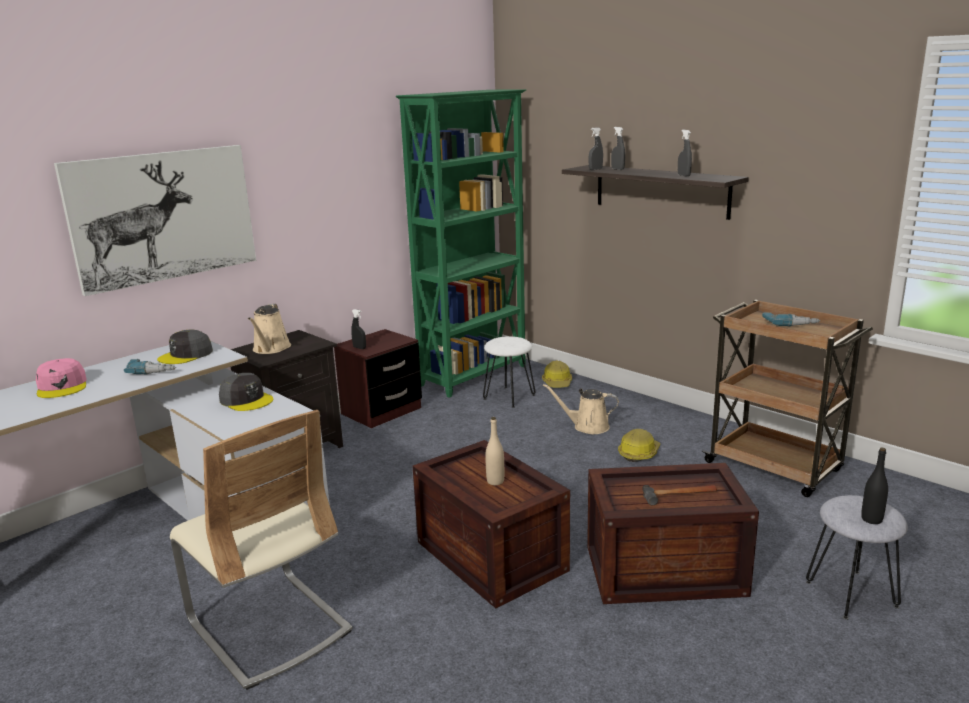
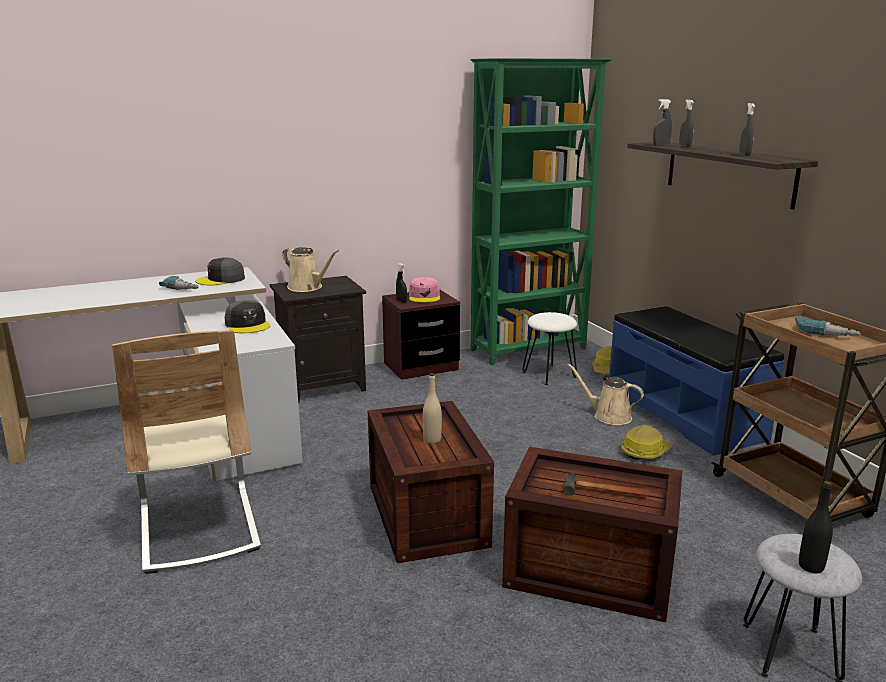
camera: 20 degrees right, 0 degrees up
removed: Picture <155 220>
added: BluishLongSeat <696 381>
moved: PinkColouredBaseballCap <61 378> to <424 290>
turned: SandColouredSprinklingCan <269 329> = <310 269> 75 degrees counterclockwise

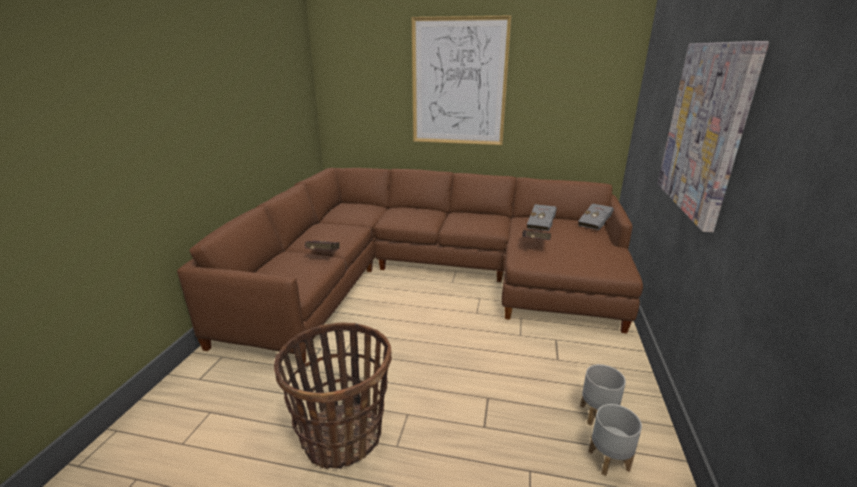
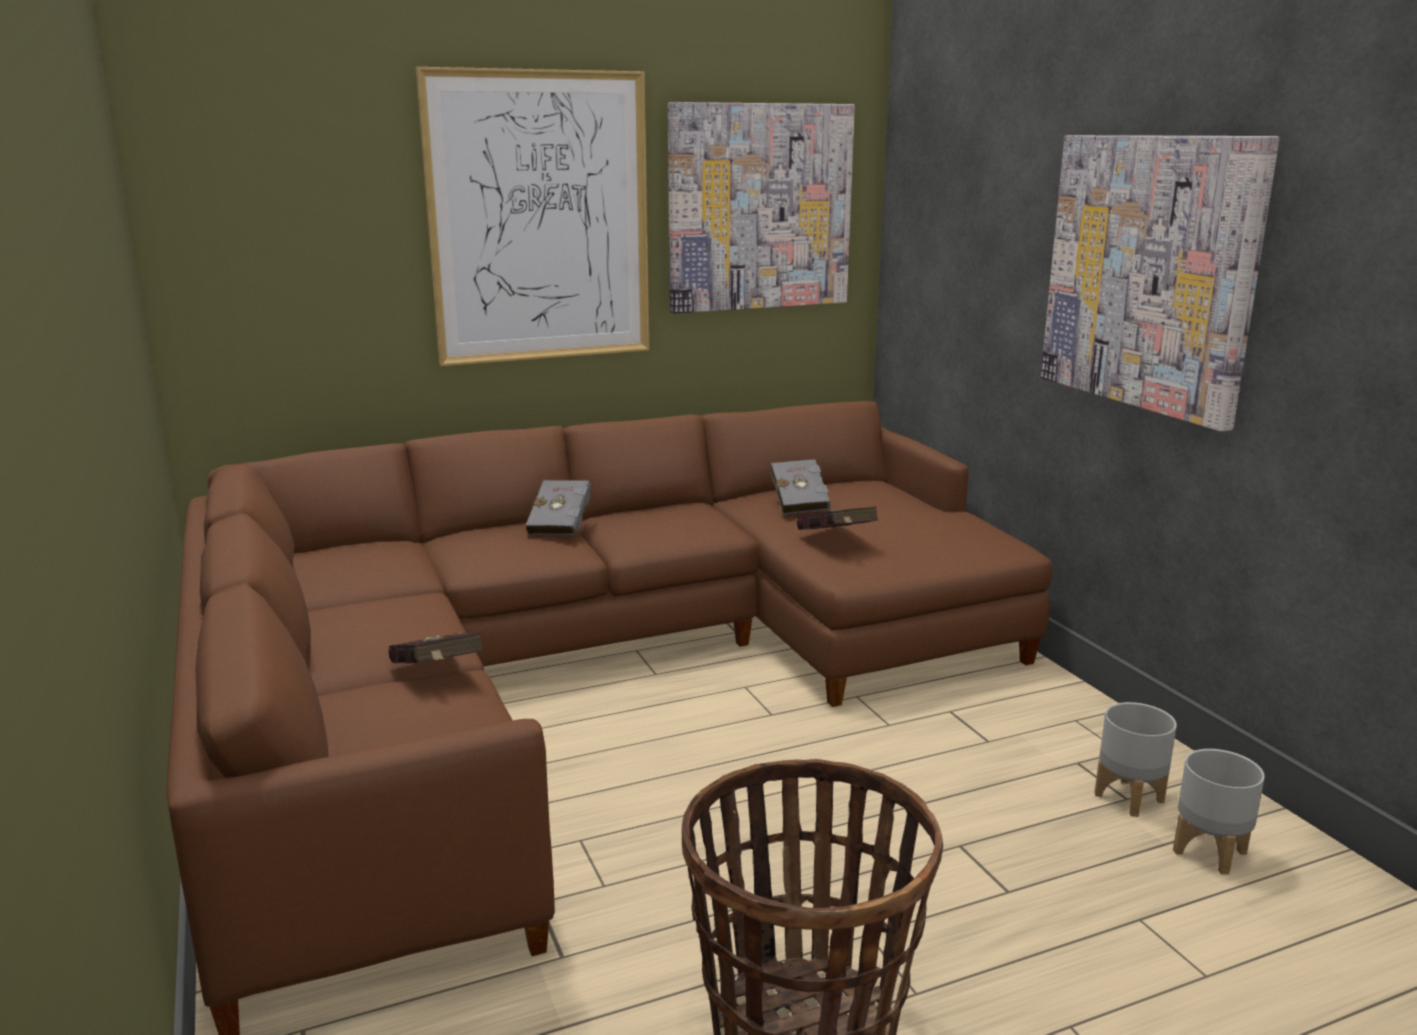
camera: 35 degrees left, 5 degrees down
added: Picture <761 207>
moved: GreyishBook <596 216> to <558 507>

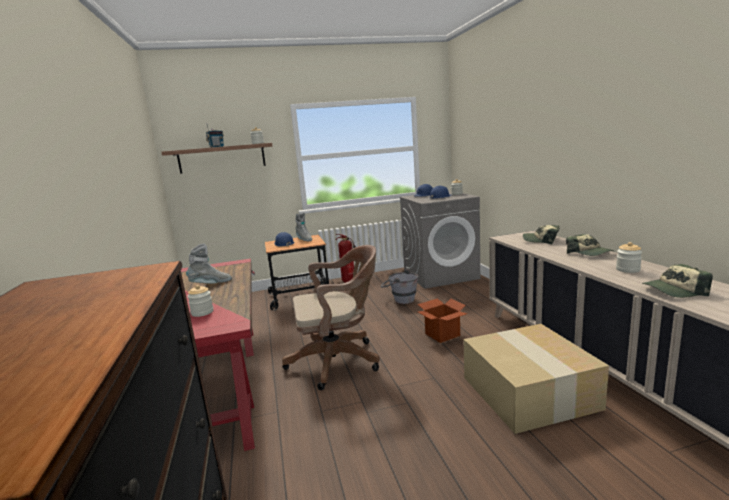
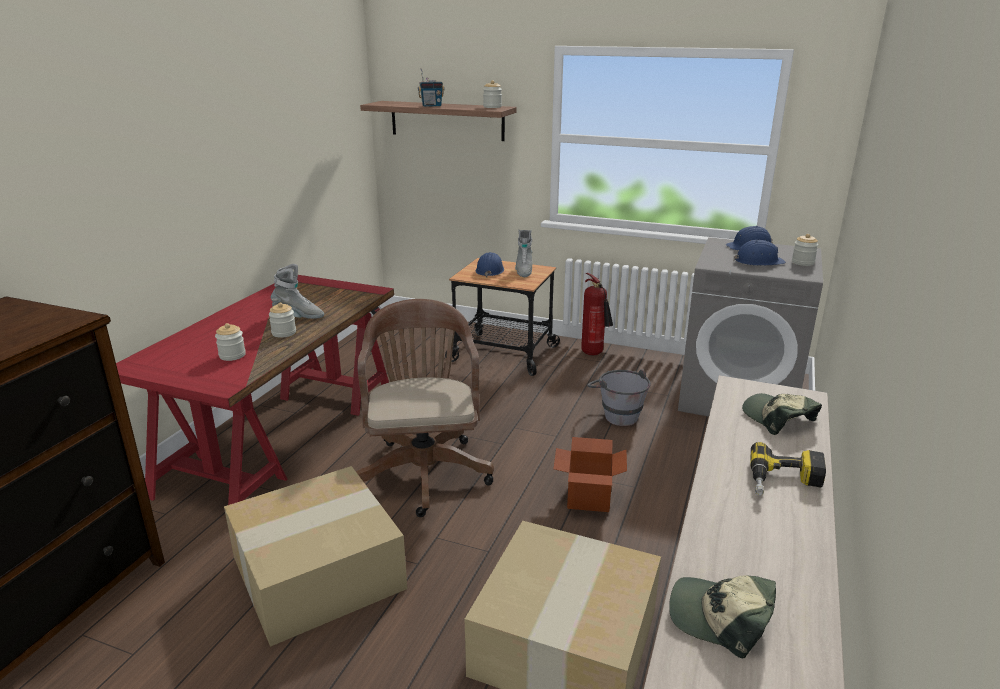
camera: 35 degrees right, 10 degrees up
added: Carton <315 556>
moved: Jar <629 257> to <282 320>
replaced: BaseballCap <590 245> to PowerDrill <788 469>
turned: BrownColouredComputerChair <331 317> = <425 408> 120 degrees counterclockwise

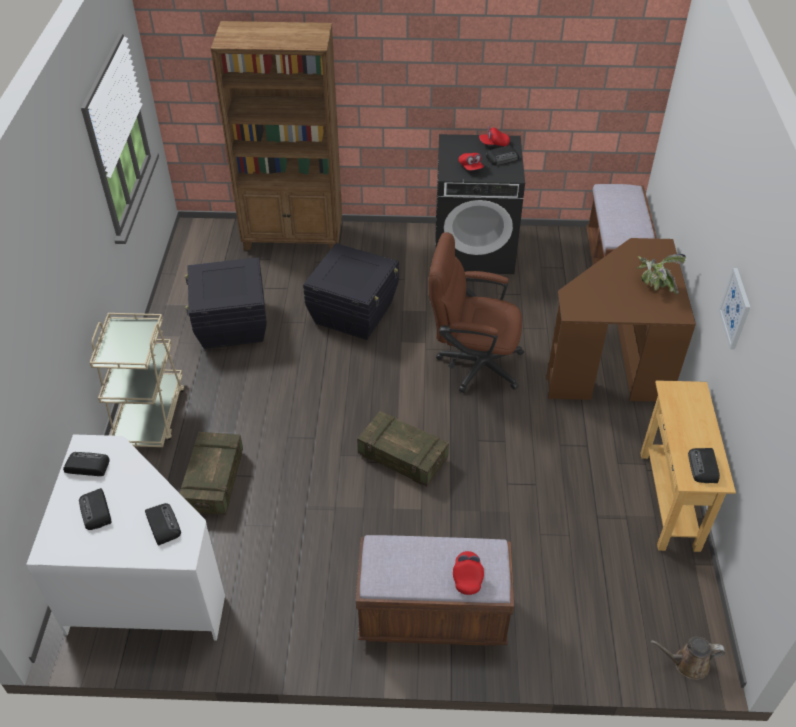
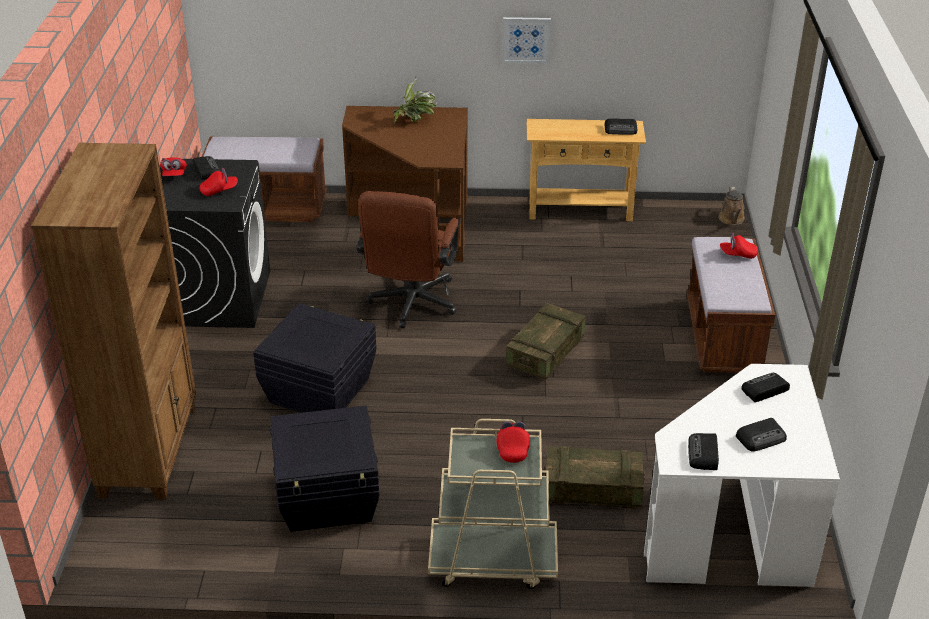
camera: 90 degrees left, 10 degrees down
added: RedColouredBaseballCap <513 442>

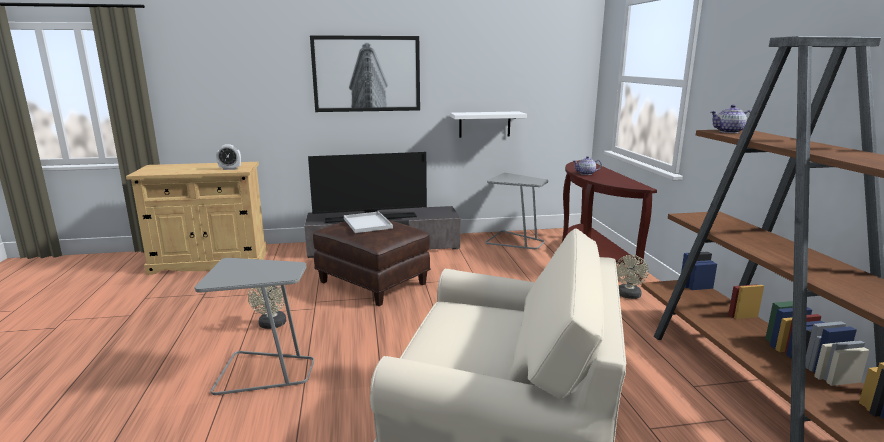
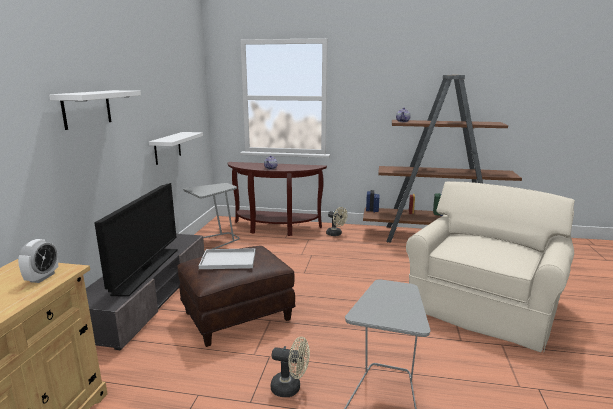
camera: 70 degrees left, 0 degrees up
replaced: Picture <365 73> to WhitishBracketShelf <95 110>

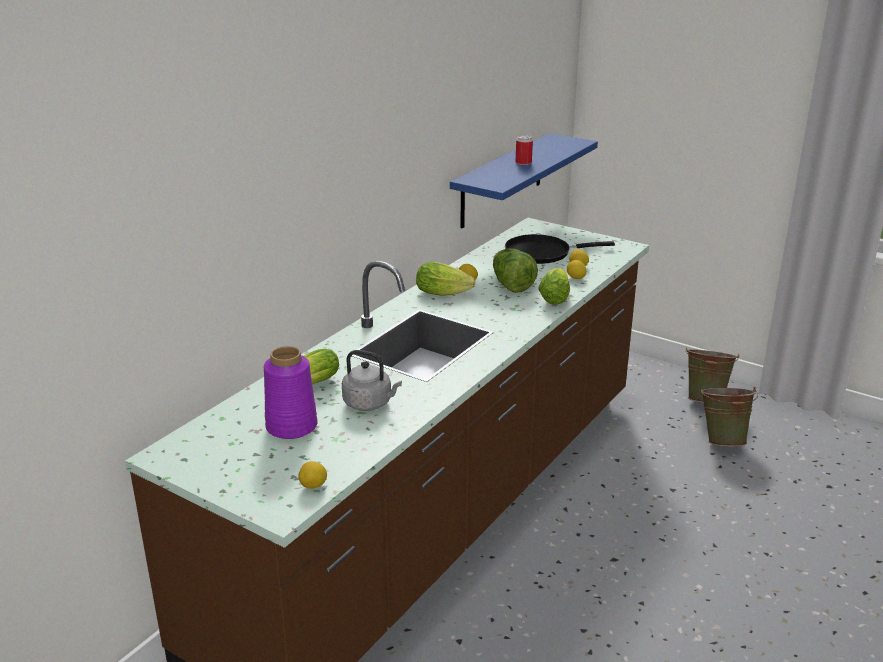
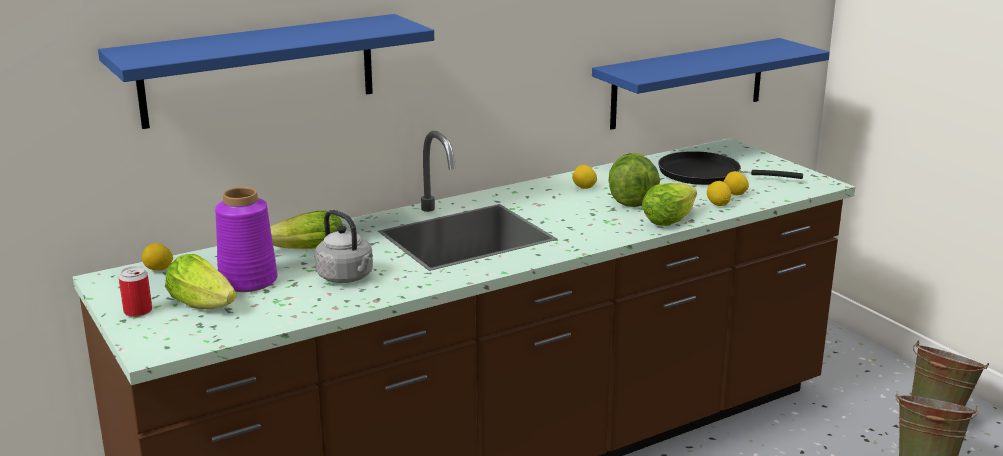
camera: 25 degrees right, 5 degrees down
added: BluishBracketShelf <266 71>
moved: CitrusFruit <312 475> to <157 257>; LettuceHead <446 279> to <200 281>; MetalCan <524 150> to <135 291>

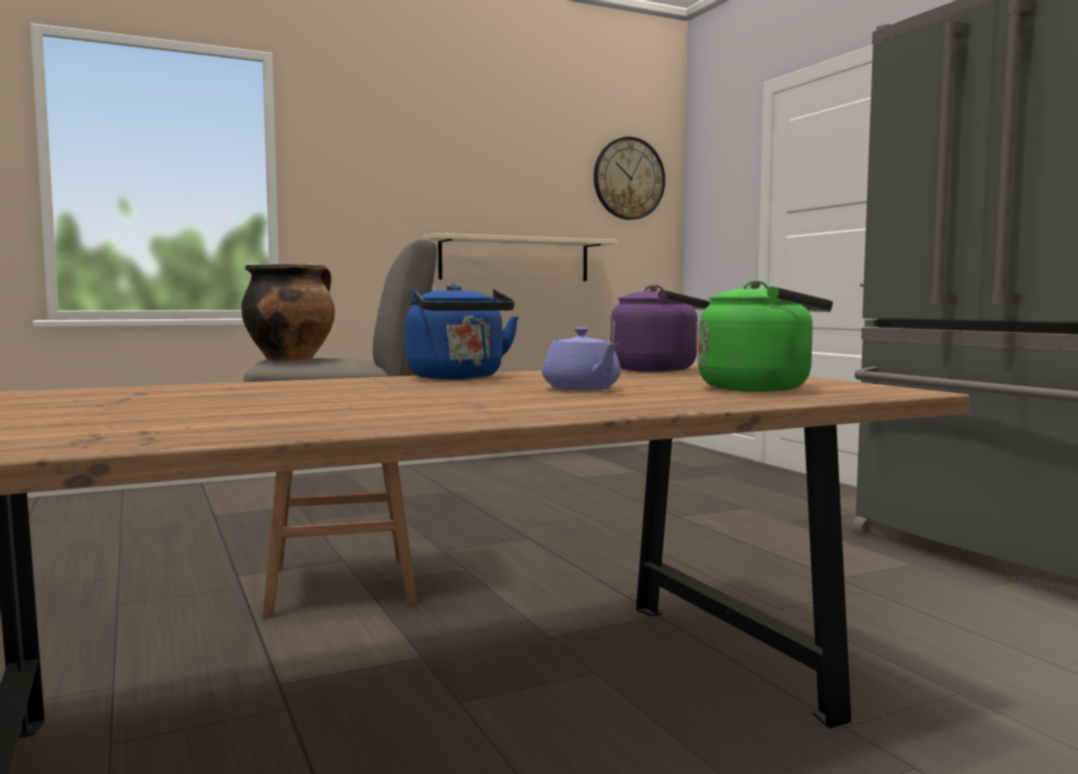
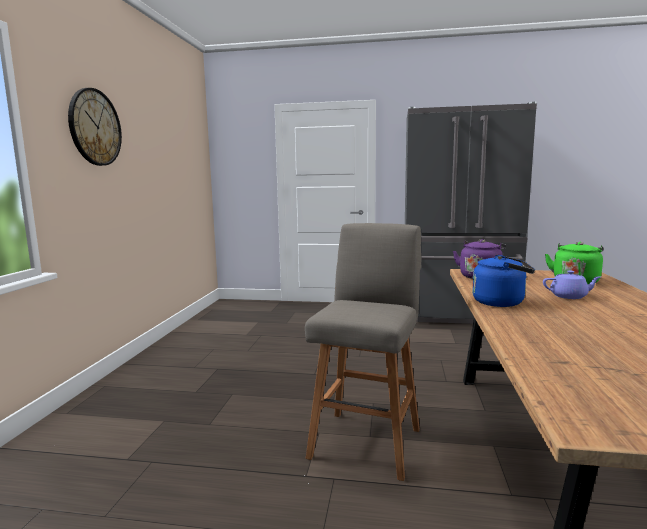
camera: 55 degrees left, 5 degrees up
removed: Saucepot <288 312>; SandColouredBracketShelf <520 257>
moved: ClockOnTheWall <629 178> to <95 127>

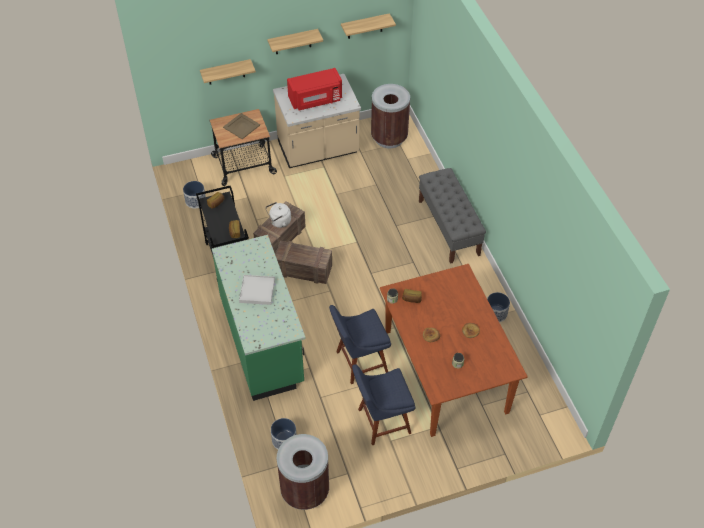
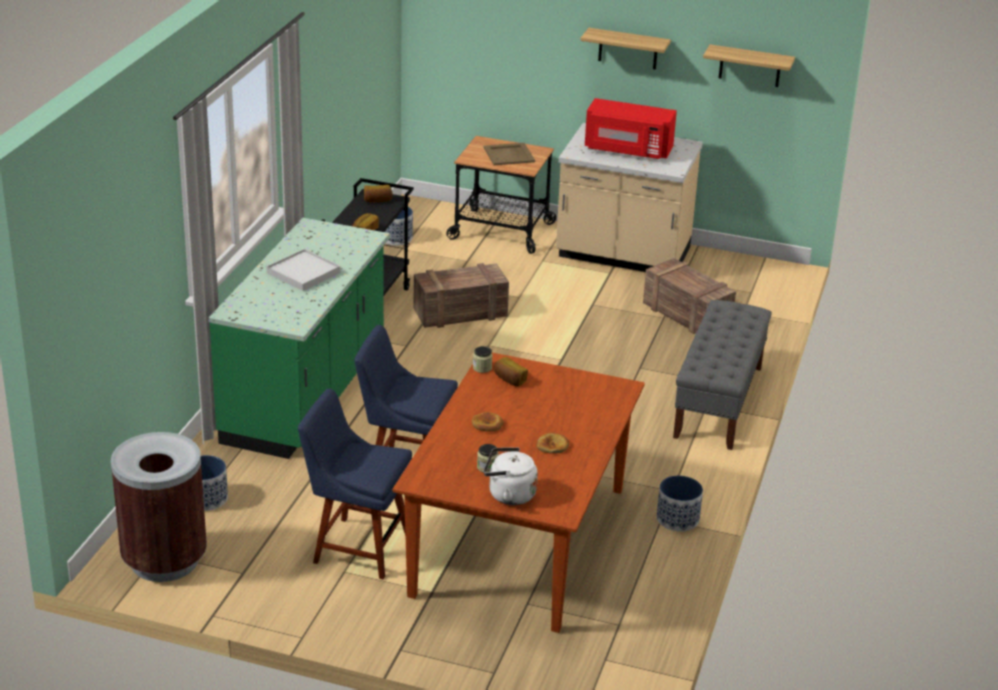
camera: 35 degrees right, 20 degrees down
removed: BracketShelf <228 71>; BrownColouredTrashCan <390 116>
moved: WhitishTeaKettle <278 215> to <511 476>; ShippingCrate <303 262> to <689 296>

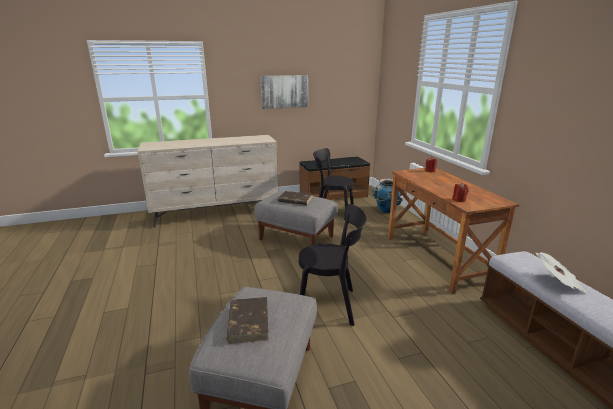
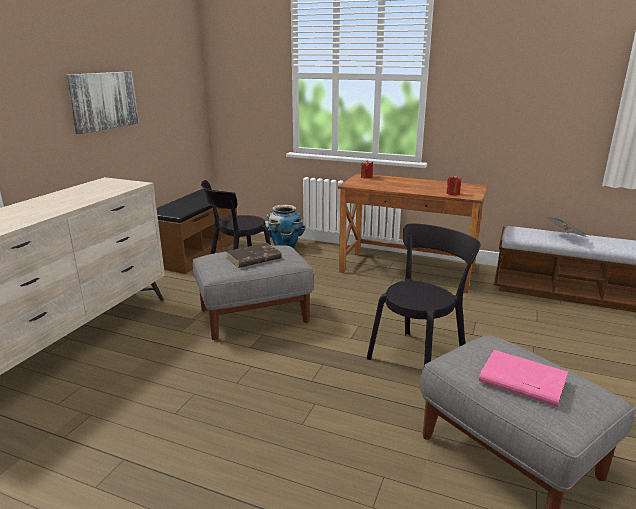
camera: 50 degrees left, 0 degrees up
recoloured: BrownColouredBook <247 320> to PinkColouredBook <523 378>

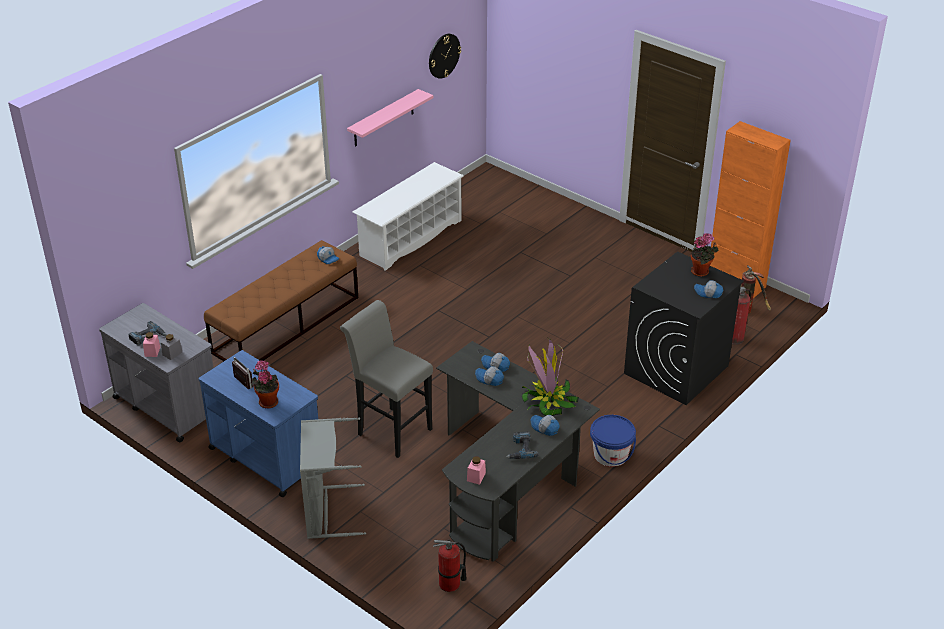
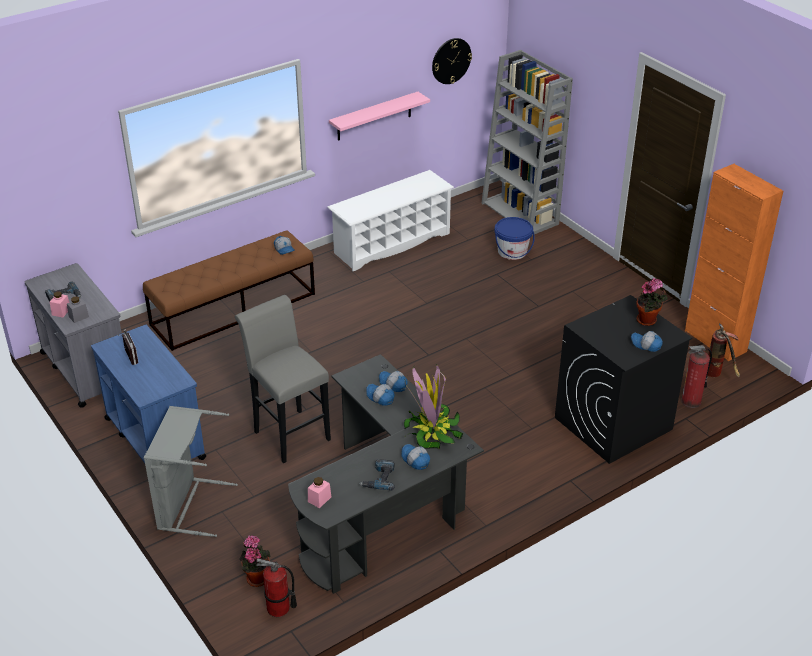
camera: 15 degrees right, 0 degrees up
added: GreyishBookcase <527 142>
moved: PlantInAPot <265 384> to <254 561>; BluishBucket <613 441> to <515 238>

